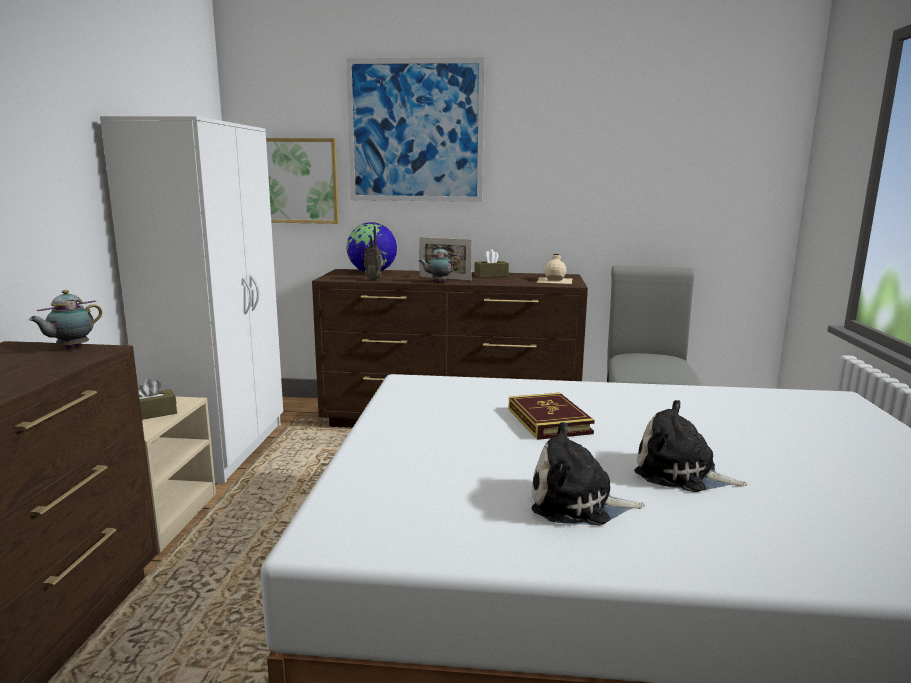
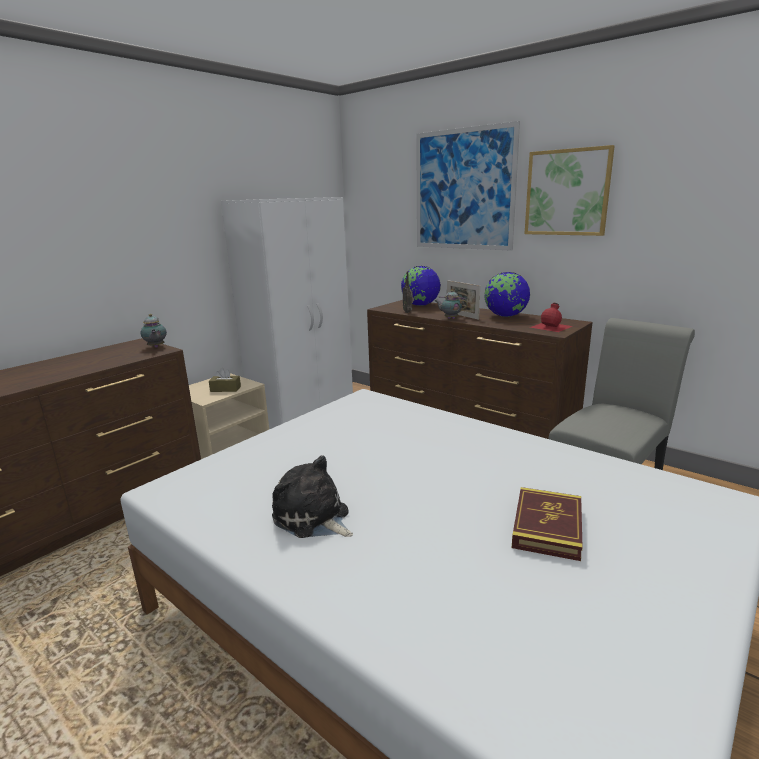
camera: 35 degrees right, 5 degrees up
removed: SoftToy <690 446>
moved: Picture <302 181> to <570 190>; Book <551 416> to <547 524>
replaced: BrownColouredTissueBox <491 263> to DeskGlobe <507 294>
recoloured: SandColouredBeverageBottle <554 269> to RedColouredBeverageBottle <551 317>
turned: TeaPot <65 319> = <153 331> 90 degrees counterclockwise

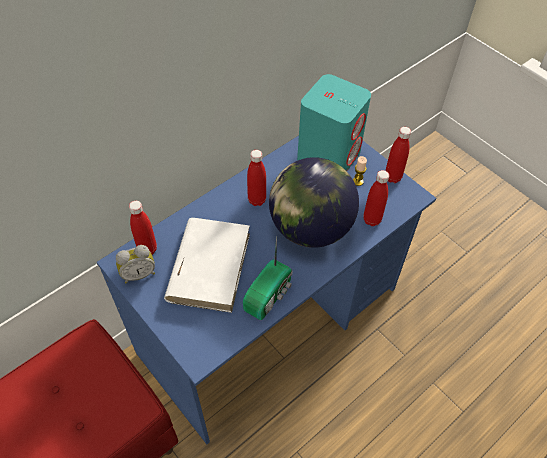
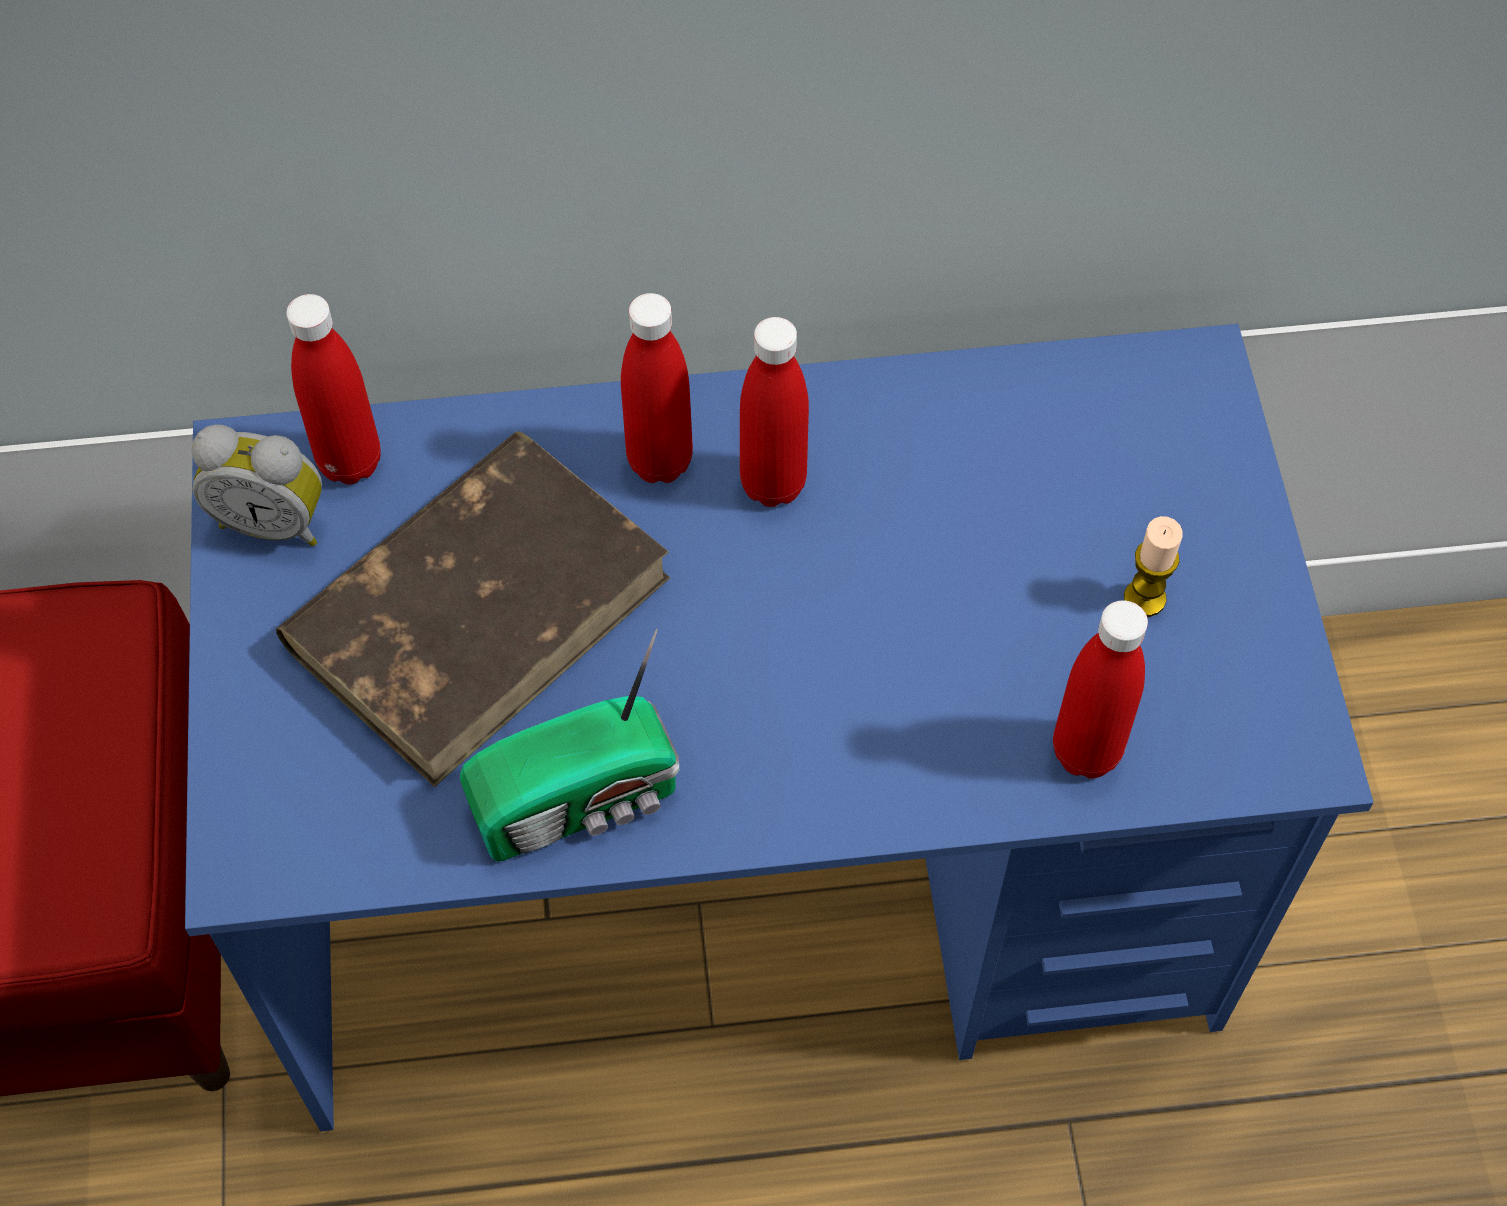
camera: 35 degrees right, 5 degrees up
removed: DeskGlobe <314 202>; BlueGreenAudioSpeaker <334 122>
moved: RedColouredBeverageBottle <398 155> to <657 388>
recoloured: WhitishBook <207 265> to BrownColouredBook <473 609>

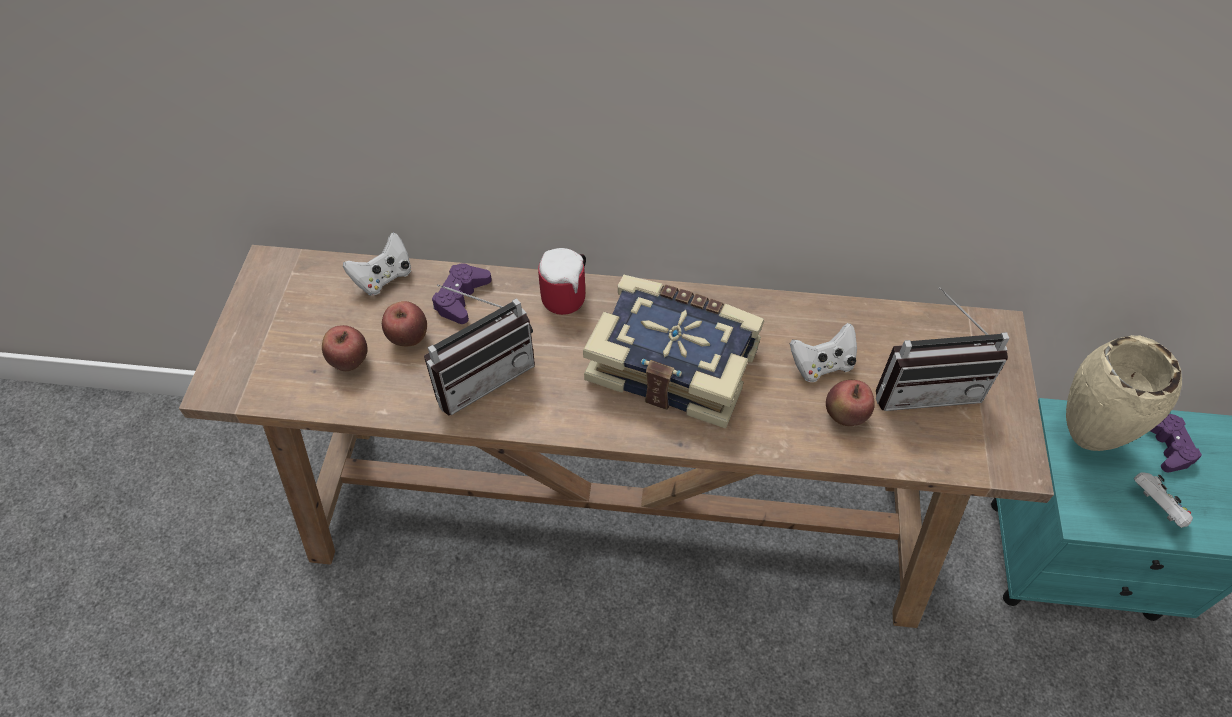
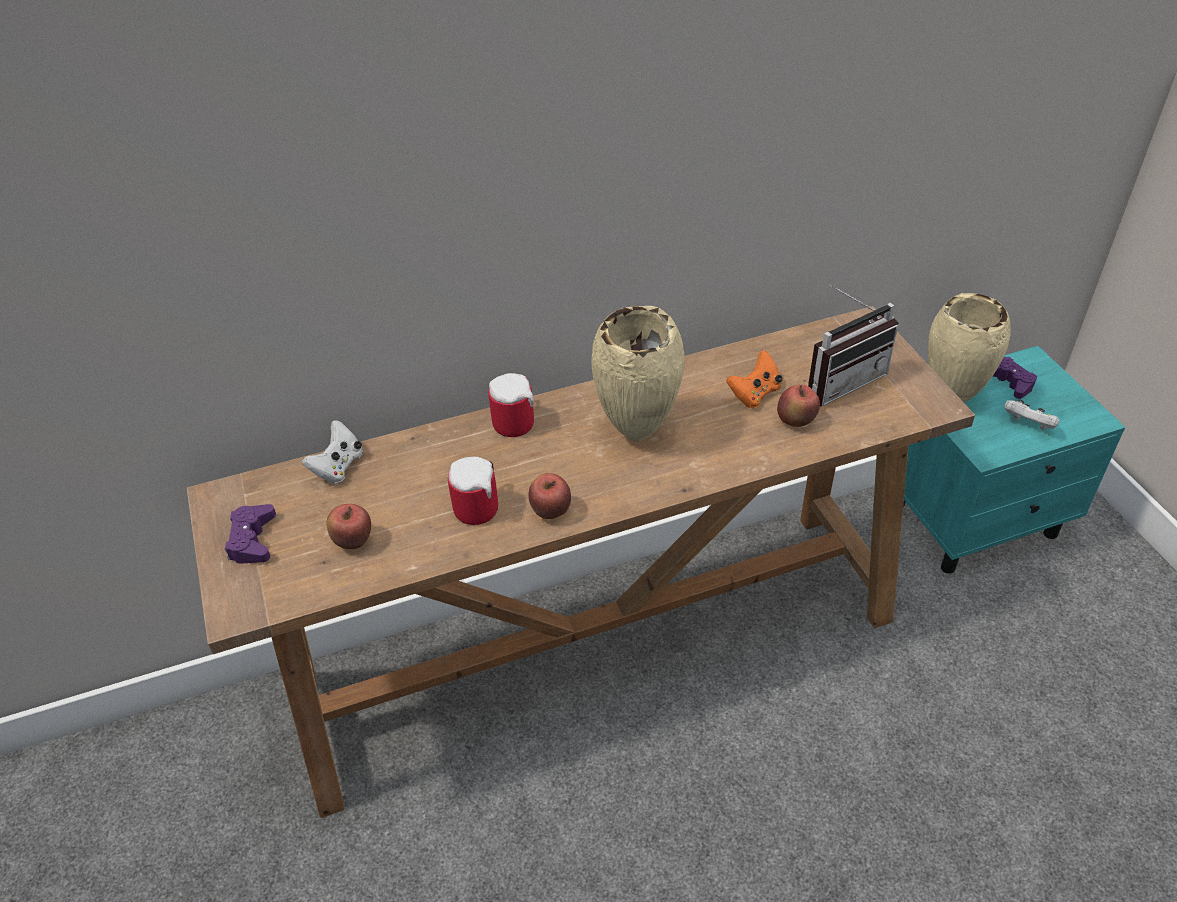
camera: 25 degrees left, 10 degrees down
moved: AppleFruit <404 323> to <549 496>; PurpleGameController <462 293> to <250 534>
replaced: RadioReceiver <479 350> to TeaMug <473 491>; Book <673 351> to SandColouredDecorativeVase <638 374>
recoloured: WhitishGameController <823 352> to OrangeColouredGameController <754 379>

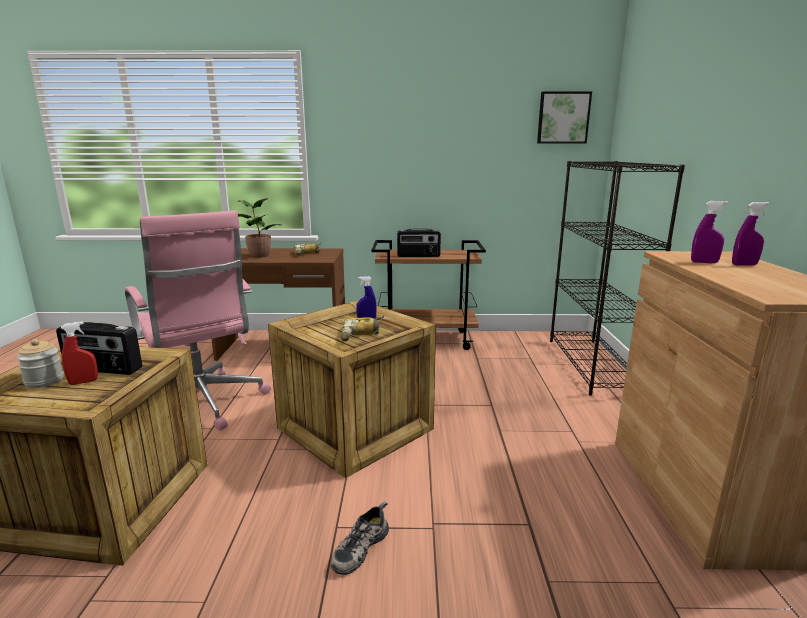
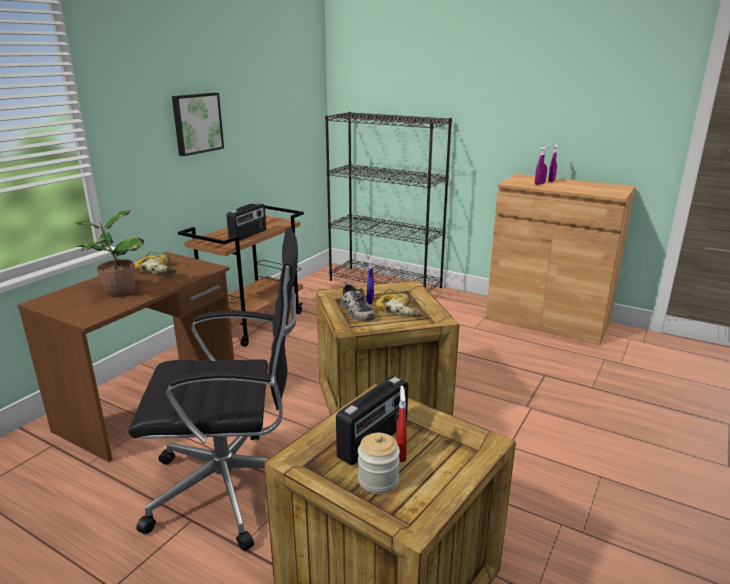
camera: 60 degrees left, 5 degrees up
moved: ItemOfFootwear <360 538> to <358 301>; Picture <564 117> to <198 124>
recoloured: PinkColouredComputerChair <197 320> to BlackComputerChair <213 389>

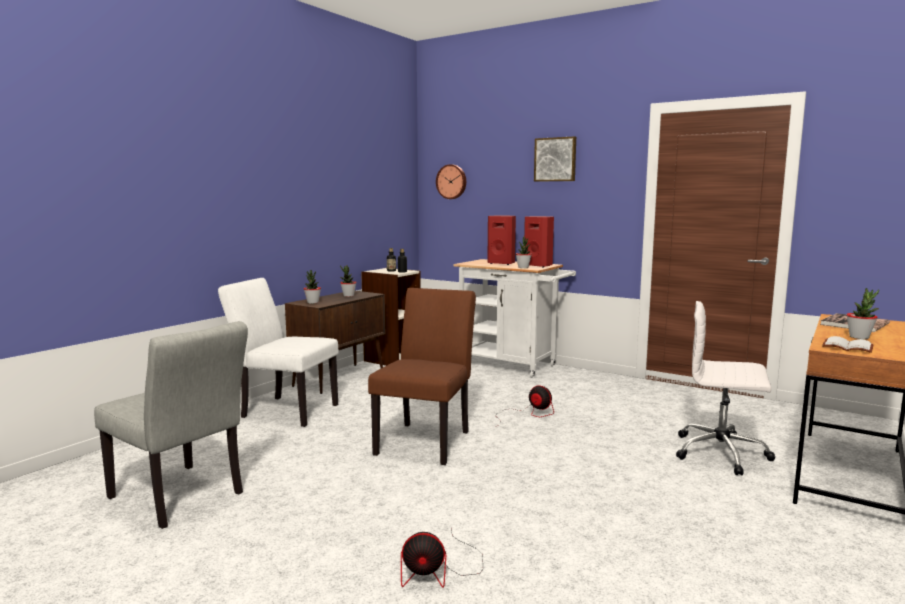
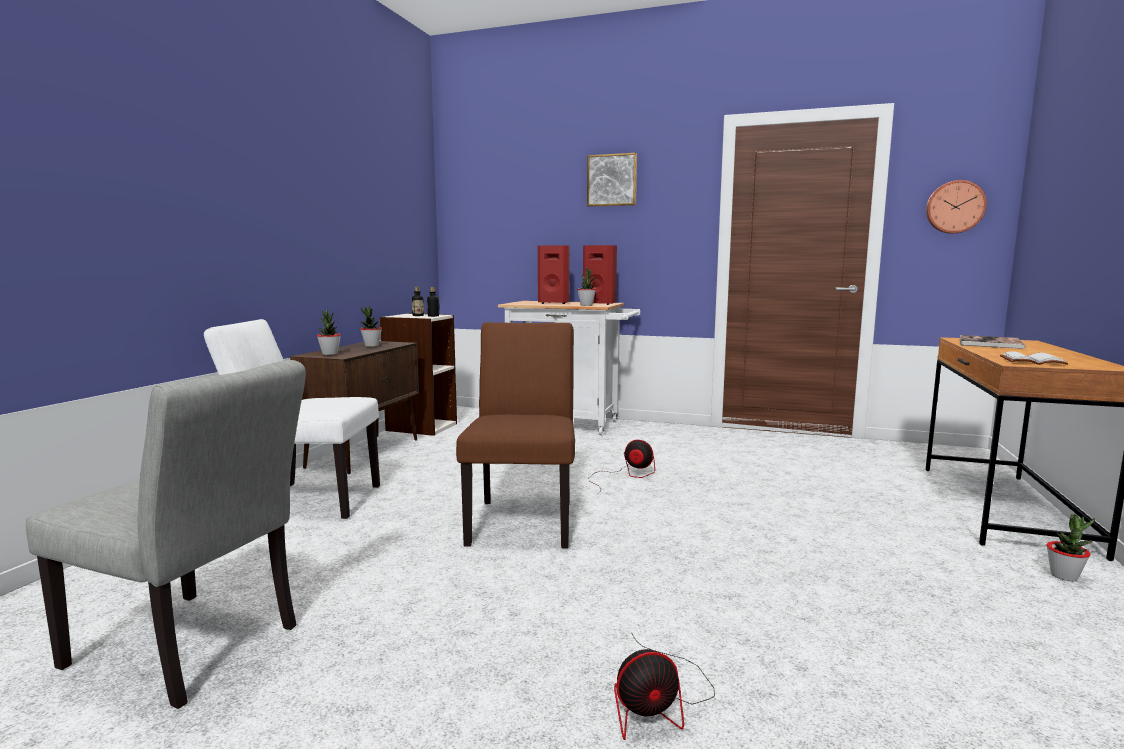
camera: 15 degrees left, 0 degrees up
removed: WhitishComputerChair <725 388>
moved: ClockOnTheWall <451 181> to <956 207>; PlantInAPot <862 313> to <1071 547>

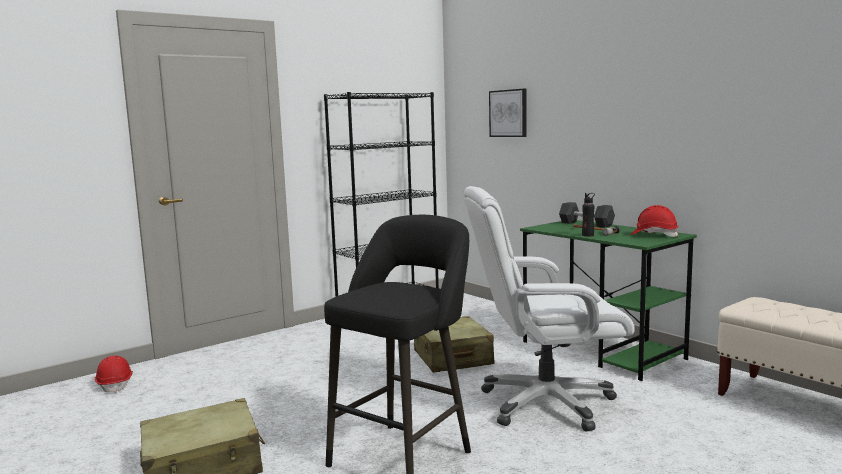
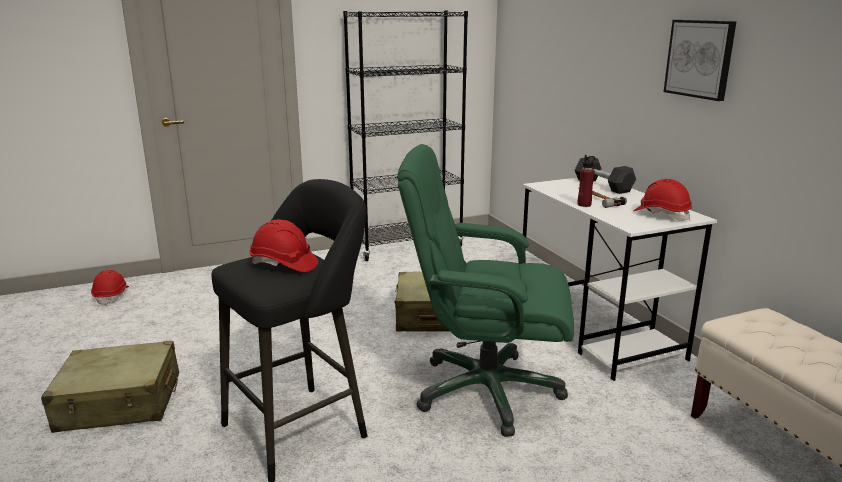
camera: 15 degrees right, 10 degrees up
added: RedColouredSafetyHelmet <283 246>
moved: Picture <508 113> to <700 60>
recoloured: WhitishComputerChair <549 308> to GreenComputerChair <485 290>; GreenDeskUnit <608 300> to WhitishDeskUnit <619 278>; BlackBeverageBottle <588 215> to RedColouredBeverageBottle <586 181>

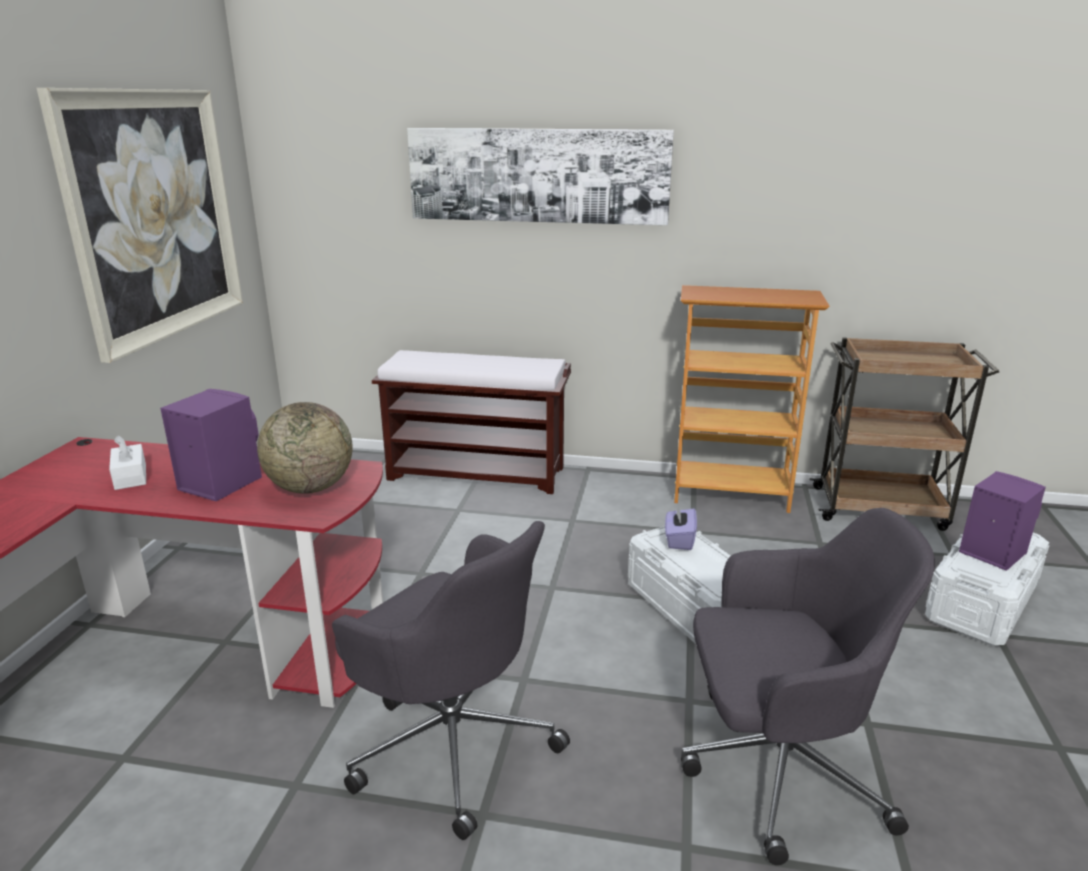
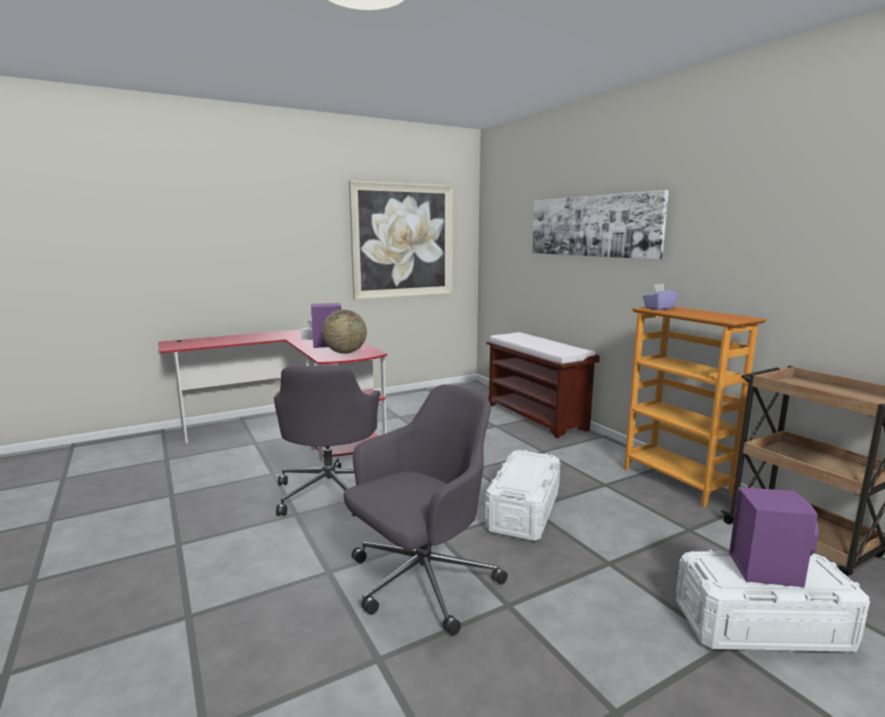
camera: 50 degrees right, 10 degrees down
moved: PurpleTissueBox <681 527> to <661 297>
turned: GreyishComputerChair <808 686> = <426 510> 90 degrees counterclockwise

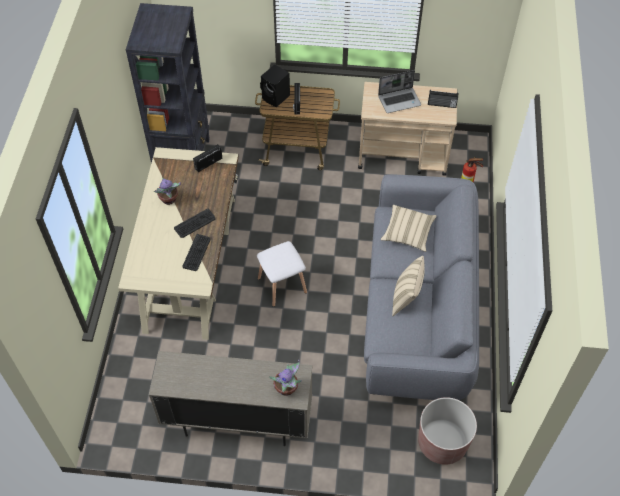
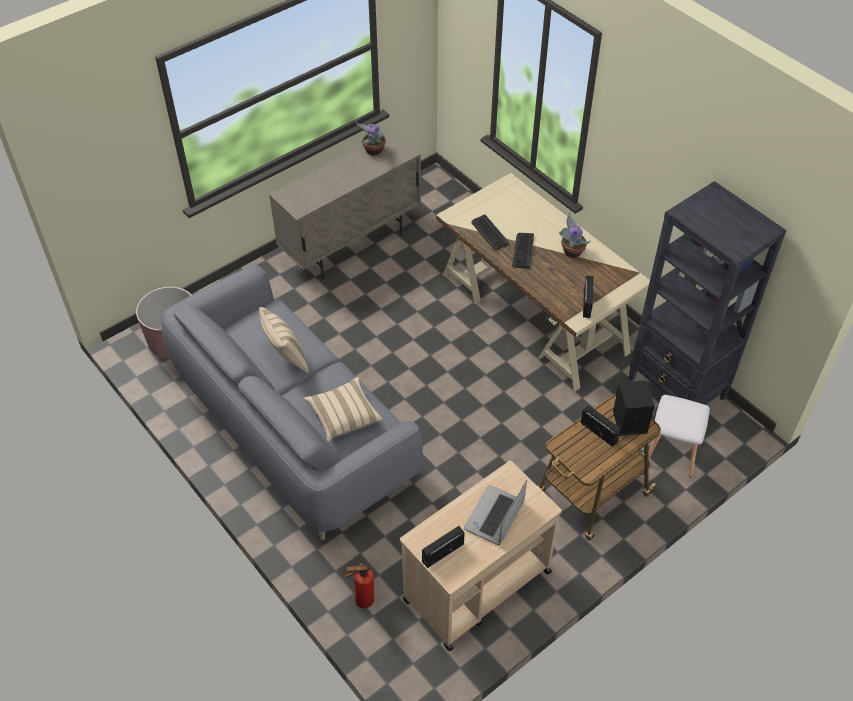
camera: 135 degrees right, 5 degrees down
moved: WhitishSittingStool <282 274> to <679 436>; PlantInAPot <285 378> to <371 137>

